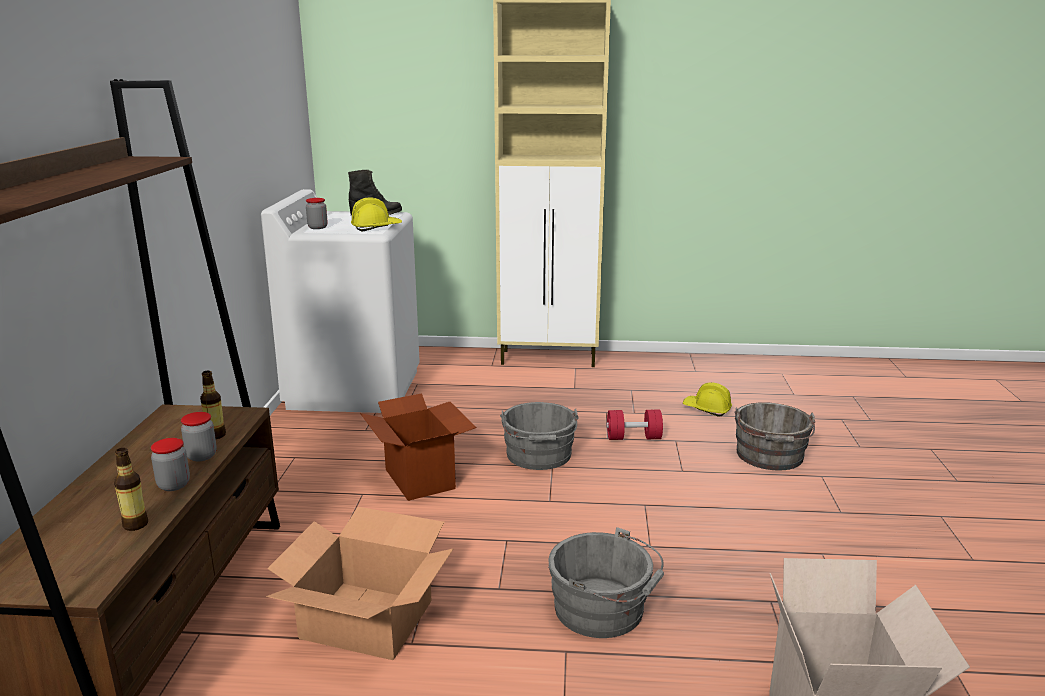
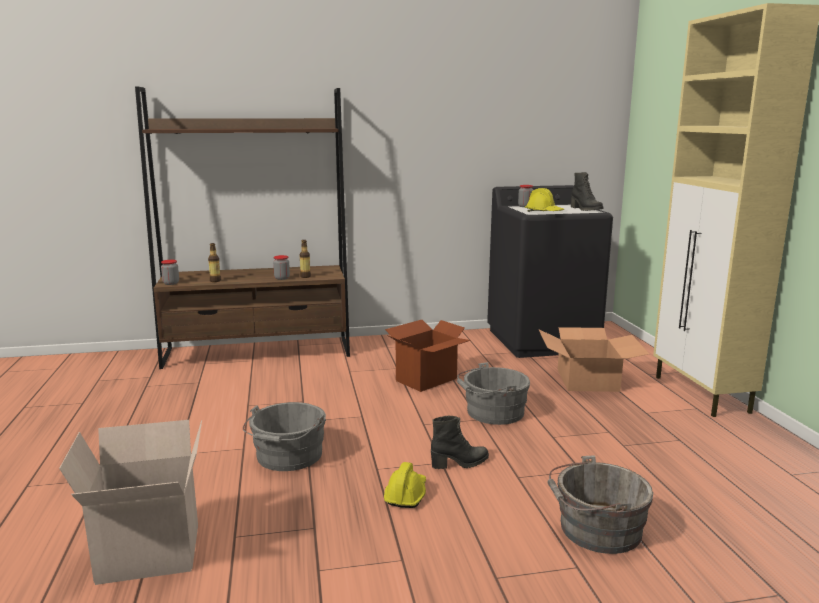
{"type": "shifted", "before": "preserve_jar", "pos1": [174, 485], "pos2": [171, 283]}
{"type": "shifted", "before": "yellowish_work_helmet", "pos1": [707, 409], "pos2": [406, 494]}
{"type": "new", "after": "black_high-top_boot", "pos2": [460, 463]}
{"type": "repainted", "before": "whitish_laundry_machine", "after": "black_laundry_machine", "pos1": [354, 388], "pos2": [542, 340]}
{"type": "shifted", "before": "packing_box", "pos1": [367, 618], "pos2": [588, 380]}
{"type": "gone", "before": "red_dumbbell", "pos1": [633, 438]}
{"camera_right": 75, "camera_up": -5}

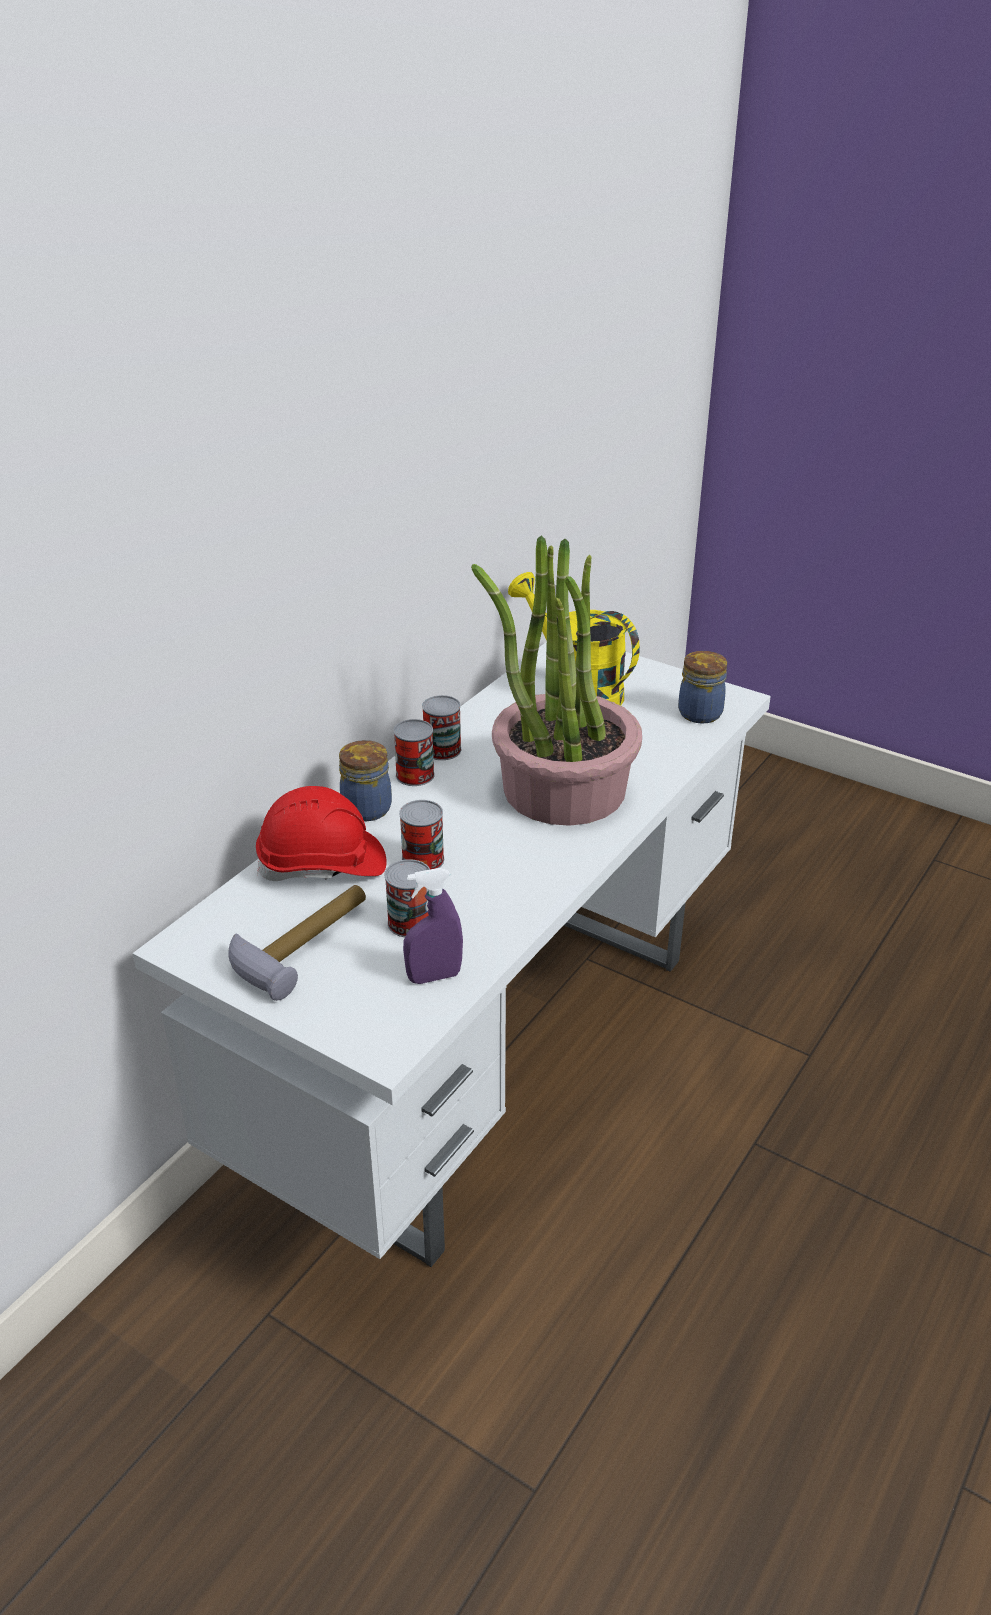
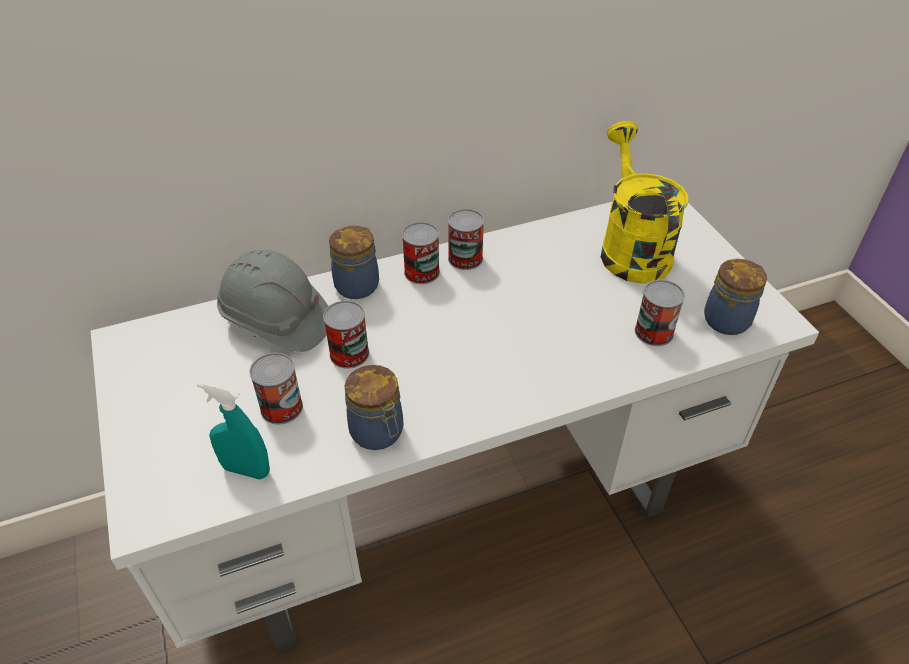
{"type": "repainted", "before": "purple-coloured_hand_sprayer", "after": "turquoise_hand_sprayer", "pos1": [434, 976], "pos2": [246, 470]}
{"type": "repainted", "before": "red_work_helmet", "after": "greyish_work_helmet", "pos1": [323, 865], "pos2": [276, 321]}
{"type": "new", "after": "preserve_jar", "pos2": [378, 433]}
{"type": "new", "after": "metal_can", "pos2": [654, 332]}
{"type": "gone", "before": "hand_hammer", "pos1": [301, 944]}
{"type": "gone", "before": "houseplant", "pos1": [562, 790]}
{"camera_right": 35, "camera_up": 10}

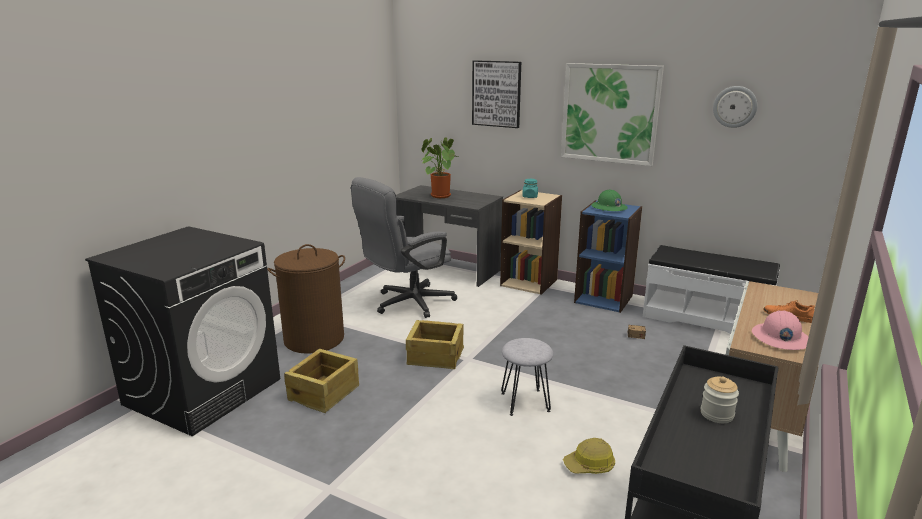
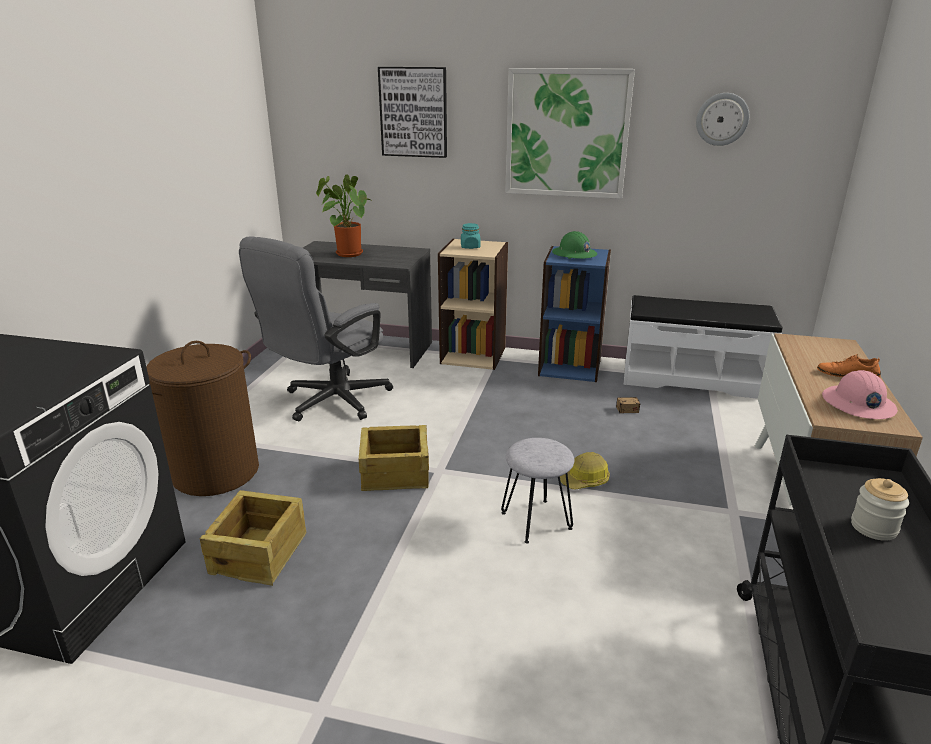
{"type": "shifted", "before": "work_helmet", "pos1": [590, 465], "pos2": [585, 480]}
{"camera_right": -15, "camera_up": 5}

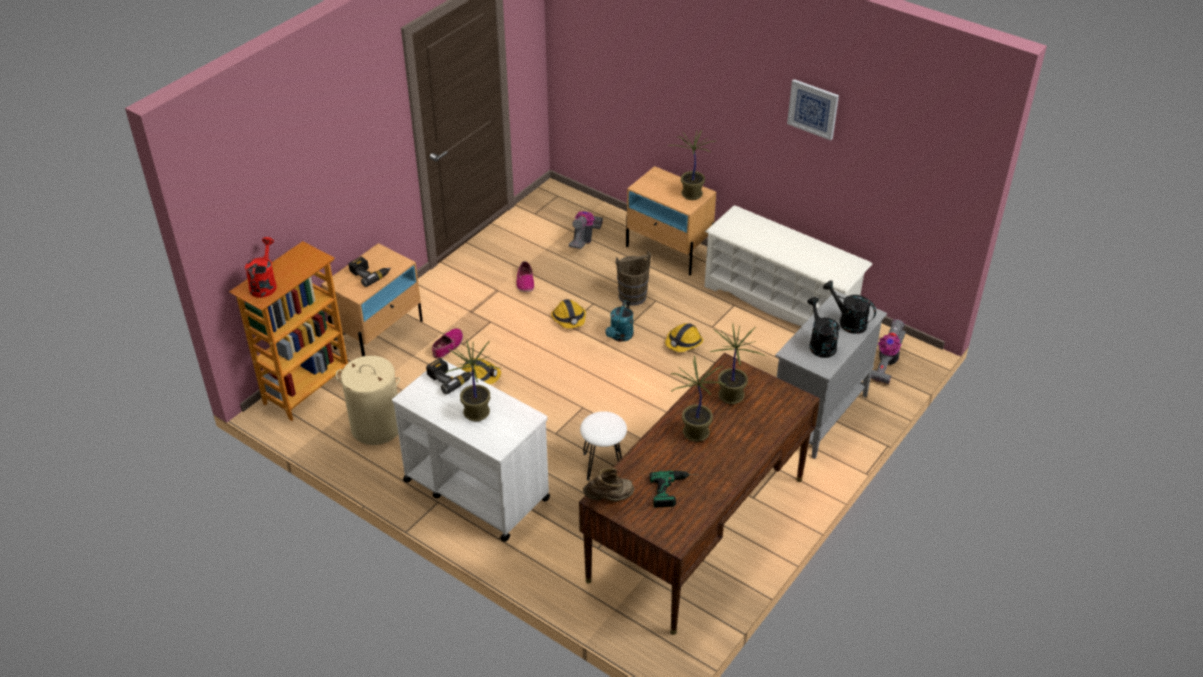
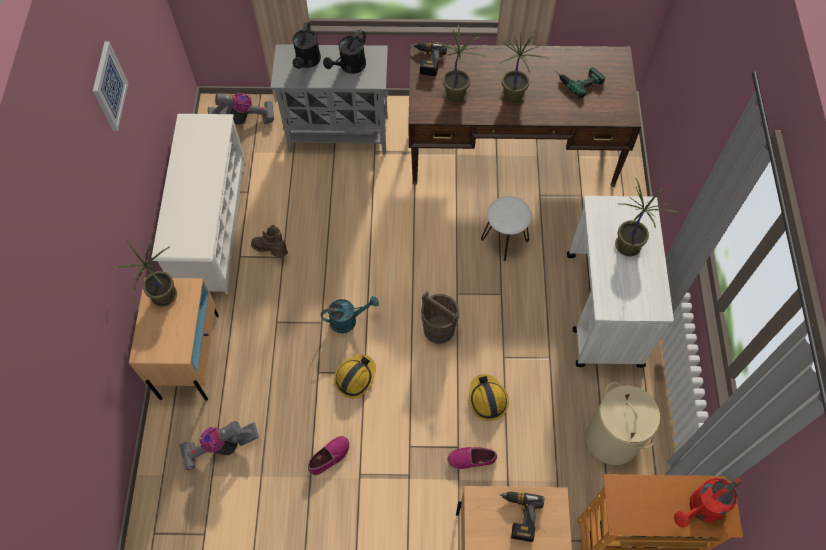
{"type": "shifted", "before": "brownish_high-top_boot", "pos1": [609, 498], "pos2": [271, 250]}
{"type": "shifted", "before": "power_drill", "pos1": [450, 378], "pos2": [426, 61]}
{"type": "shifted", "before": "brownish_pail", "pos1": [632, 296], "pos2": [439, 329]}
{"type": "gone", "before": "work_helmet", "pos1": [683, 343]}
{"camera_right": -125, "camera_up": 20}

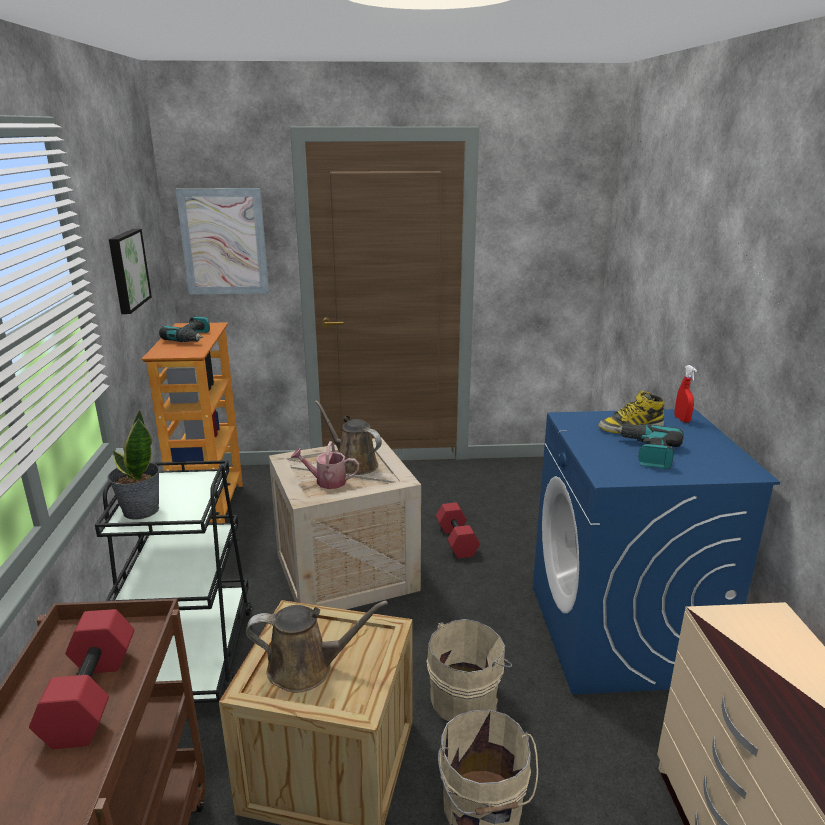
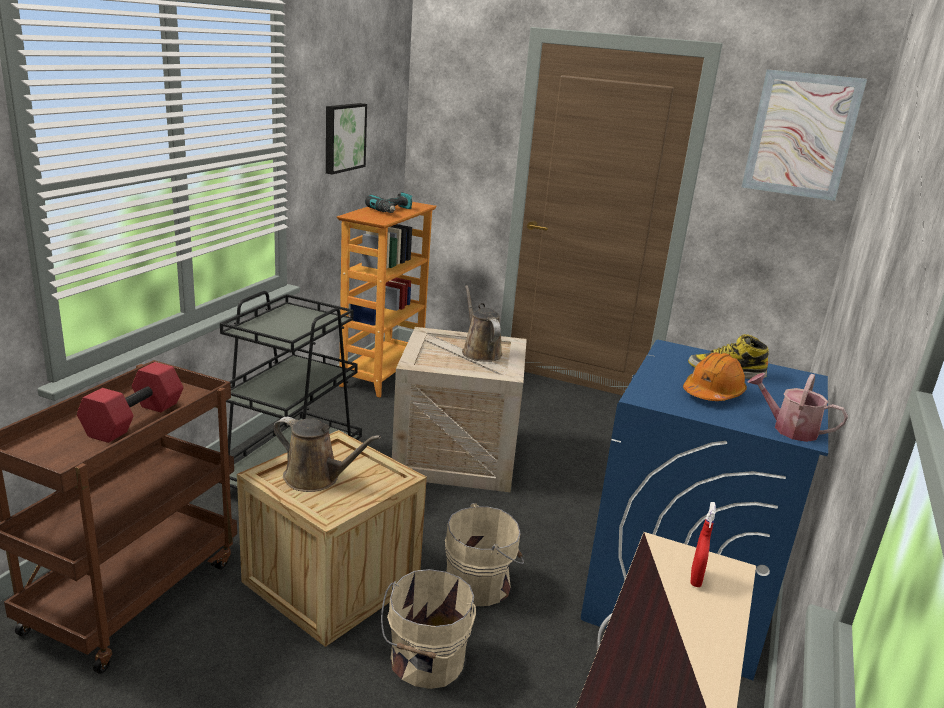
{"type": "swapped", "before": "power_drill", "after": "orange-coloured_work_helmet", "pos1": [647, 453], "pos2": [713, 393]}
{"type": "shifted", "before": "red_hand_sprayer", "pos1": [682, 419], "pos2": [695, 578]}
{"type": "shifted", "before": "picture", "pos1": [224, 242], "pos2": [801, 135]}
{"type": "shifted", "before": "watering_pot", "pos1": [326, 481], "pos2": [789, 429]}
{"type": "gone", "before": "houseplant", "pos1": [140, 510]}
{"type": "gone", "before": "red_dumbbell", "pos1": [455, 540]}
{"camera_right": 25, "camera_up": 0}

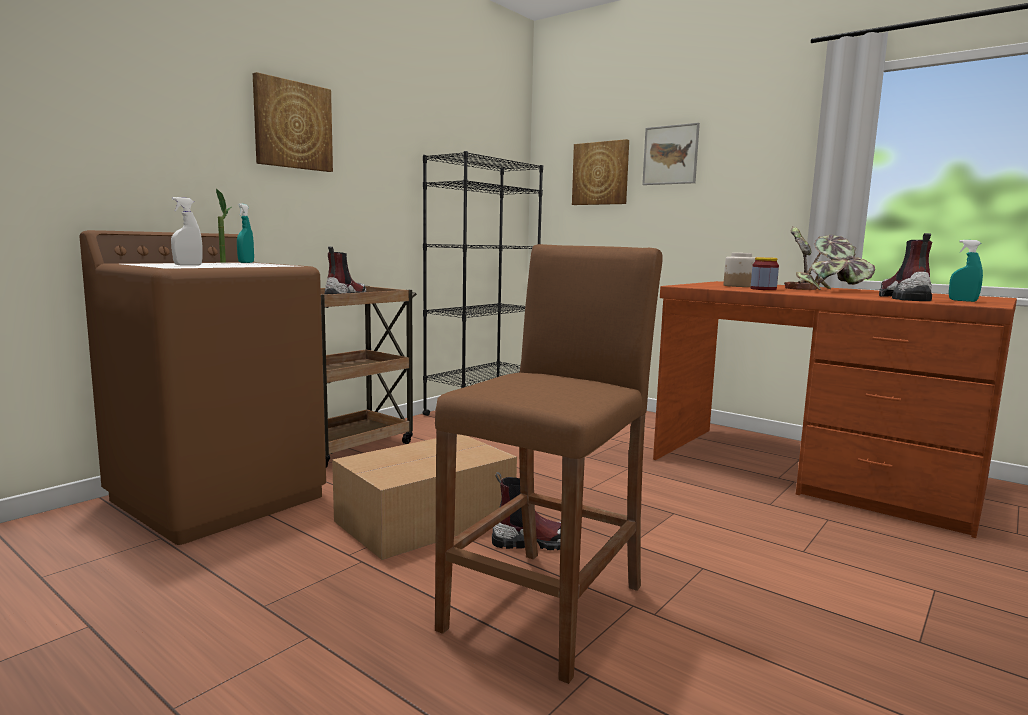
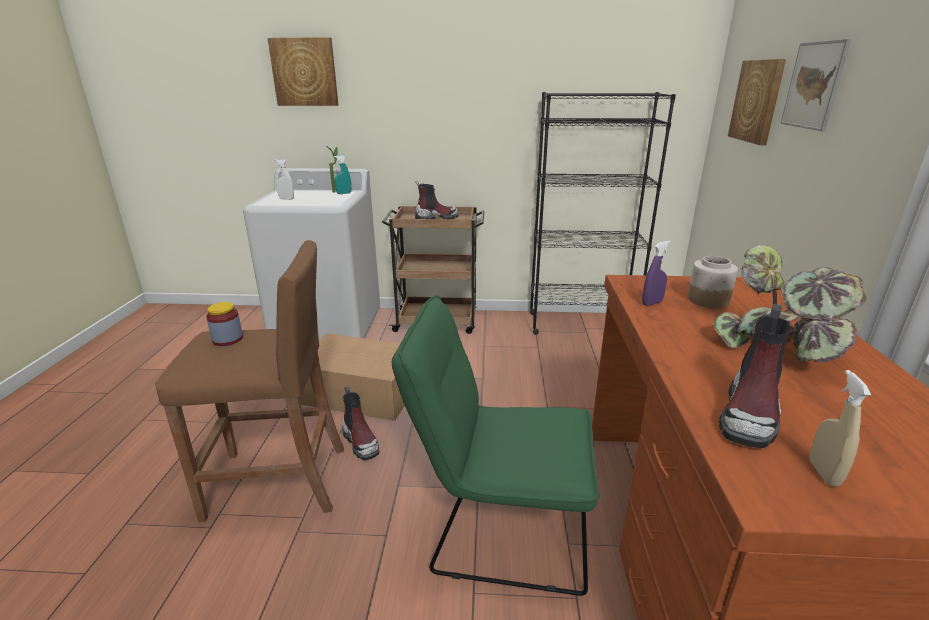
{"type": "shifted", "before": "preserve_jar", "pos1": [763, 289], "pos2": [227, 339]}
{"type": "repainted", "before": "brownish_laundry_machine", "after": "whitish_laundry_machine", "pos1": [219, 497], "pos2": [329, 328]}
{"type": "shifted", "before": "picture", "pos1": [292, 125], "pos2": [304, 72]}
{"type": "new", "after": "green_plain_chair", "pos2": [498, 528]}
{"type": "new", "after": "purple-coloured_hand_sprayer", "pos2": [652, 303]}
{"type": "rotated", "before": "high-top_boot", "pos1": [902, 298], "pos2": [749, 416], "turn": 150}
{"type": "repainted", "before": "turquoise_hand_sprayer", "after": "sand-coloured_hand_sprayer", "pos1": [962, 301], "pos2": [823, 473]}
{"camera_right": 55, "camera_up": 15}

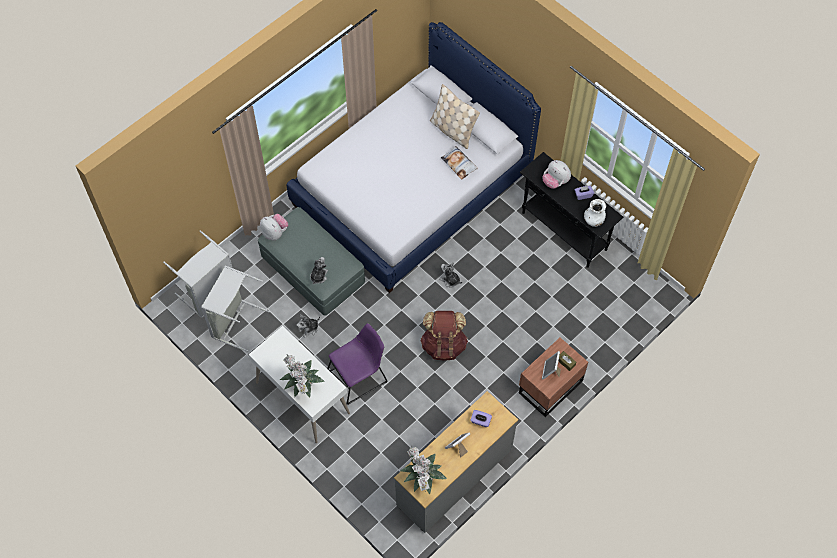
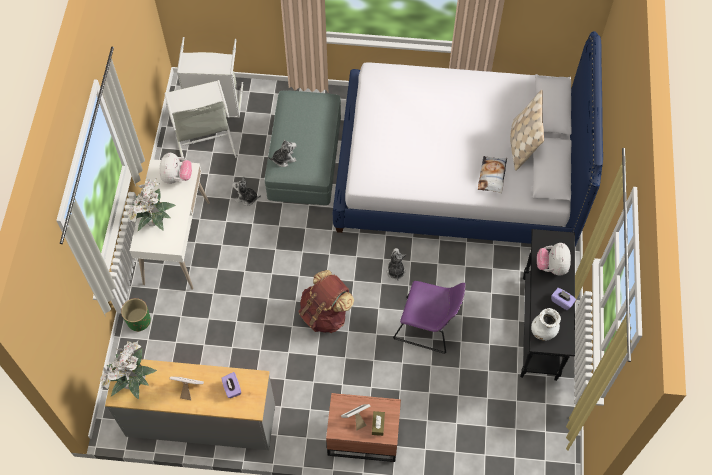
{"type": "new", "after": "green_plant_pot", "pos2": [138, 321]}
{"type": "shifted", "before": "cuddly_toy", "pos1": [275, 232], "pos2": [177, 177]}
{"type": "shifted", "before": "purple-coloured_plain_chair", "pos1": [359, 376], "pos2": [428, 326]}
{"camera_right": 50, "camera_up": 0}

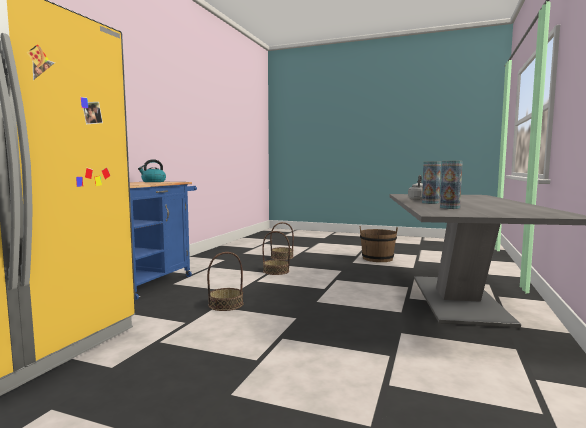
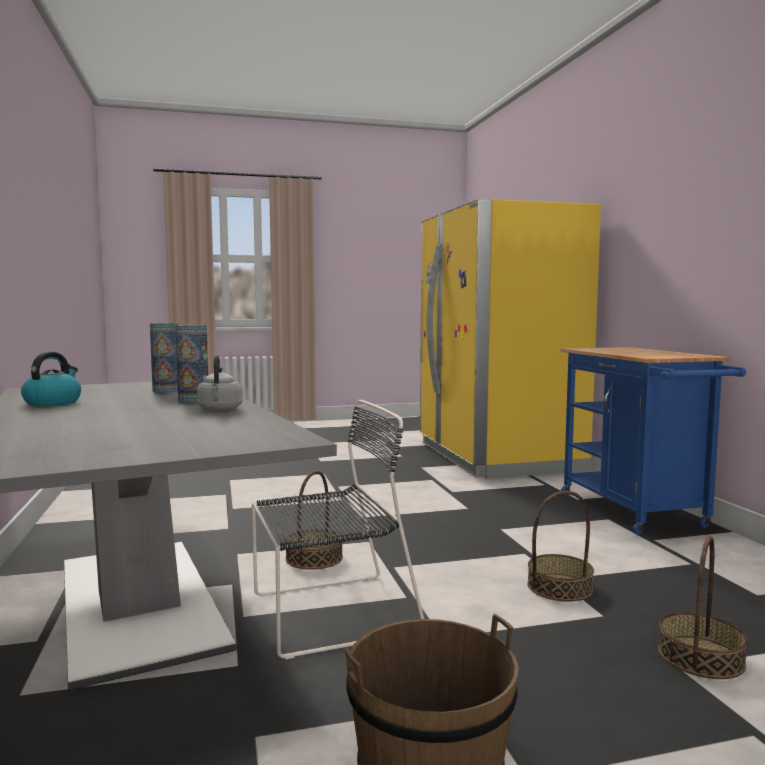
{"type": "shifted", "before": "tea_kettle", "pos1": [153, 182], "pos2": [53, 402]}
{"type": "new", "after": "black_plain_chair", "pos2": [328, 614]}
{"type": "shifted", "before": "storage_basket", "pos1": [226, 304], "pos2": [314, 558]}
{"camera_right": 145, "camera_up": 0}

